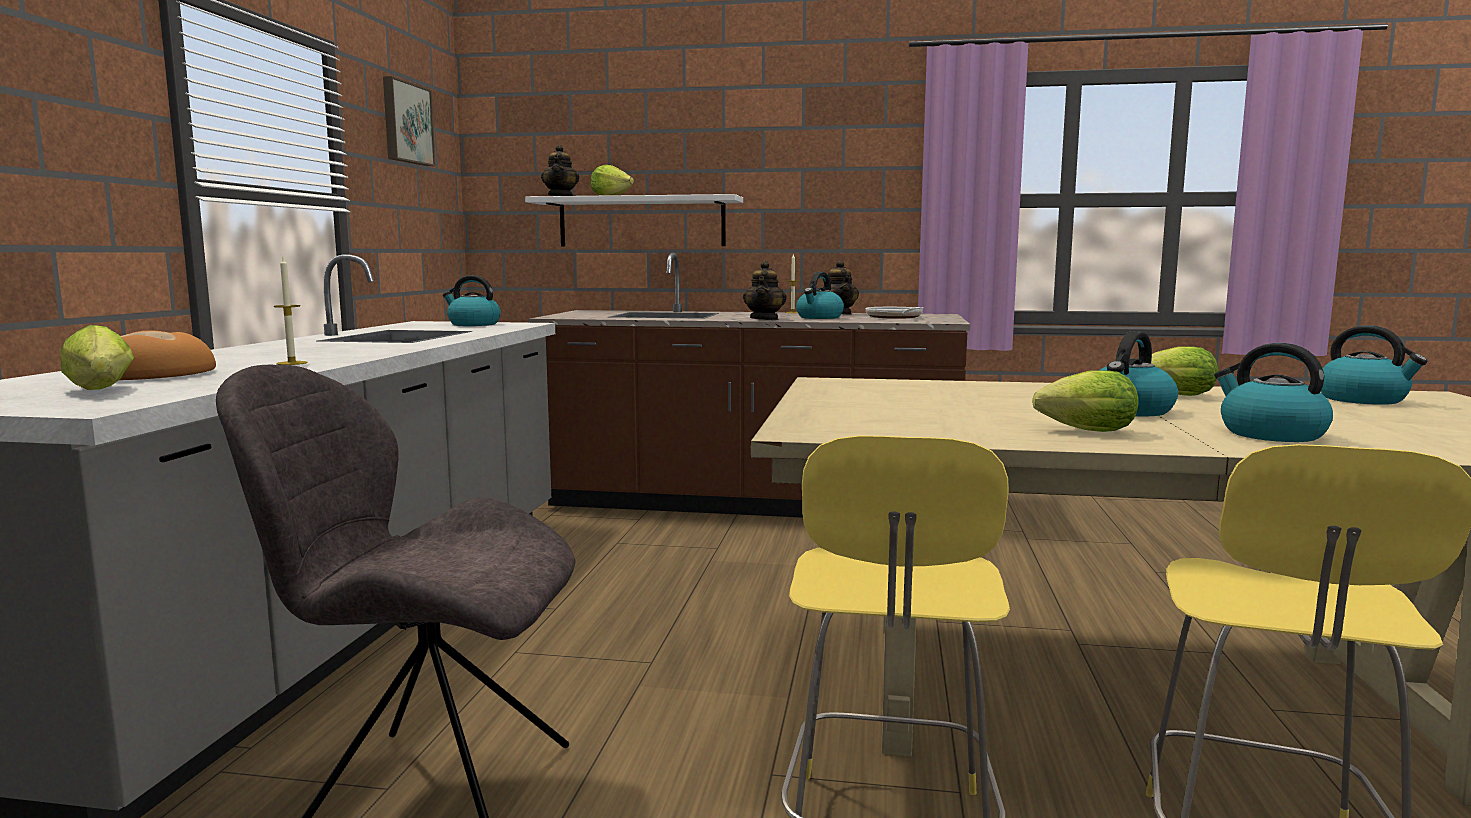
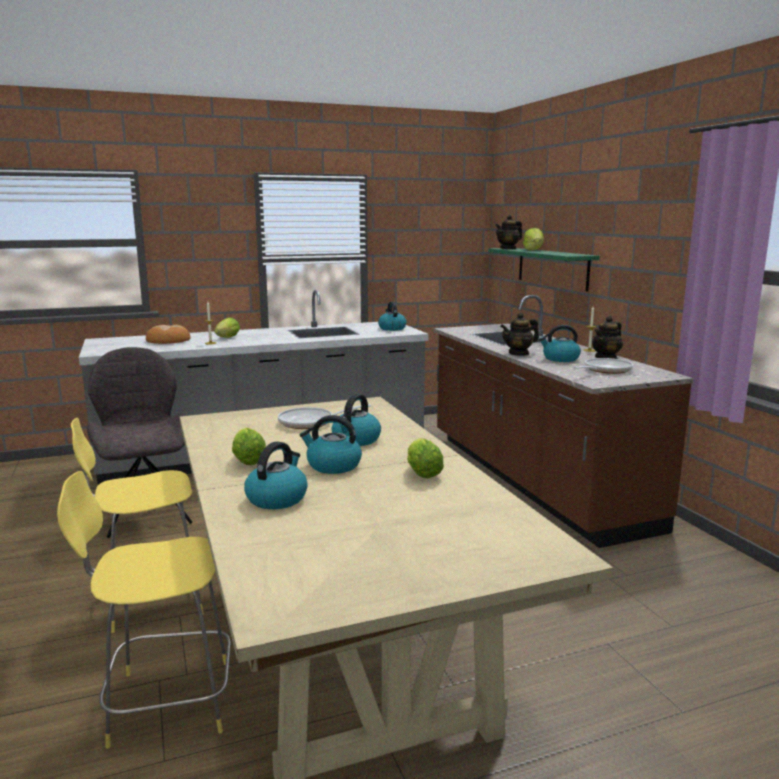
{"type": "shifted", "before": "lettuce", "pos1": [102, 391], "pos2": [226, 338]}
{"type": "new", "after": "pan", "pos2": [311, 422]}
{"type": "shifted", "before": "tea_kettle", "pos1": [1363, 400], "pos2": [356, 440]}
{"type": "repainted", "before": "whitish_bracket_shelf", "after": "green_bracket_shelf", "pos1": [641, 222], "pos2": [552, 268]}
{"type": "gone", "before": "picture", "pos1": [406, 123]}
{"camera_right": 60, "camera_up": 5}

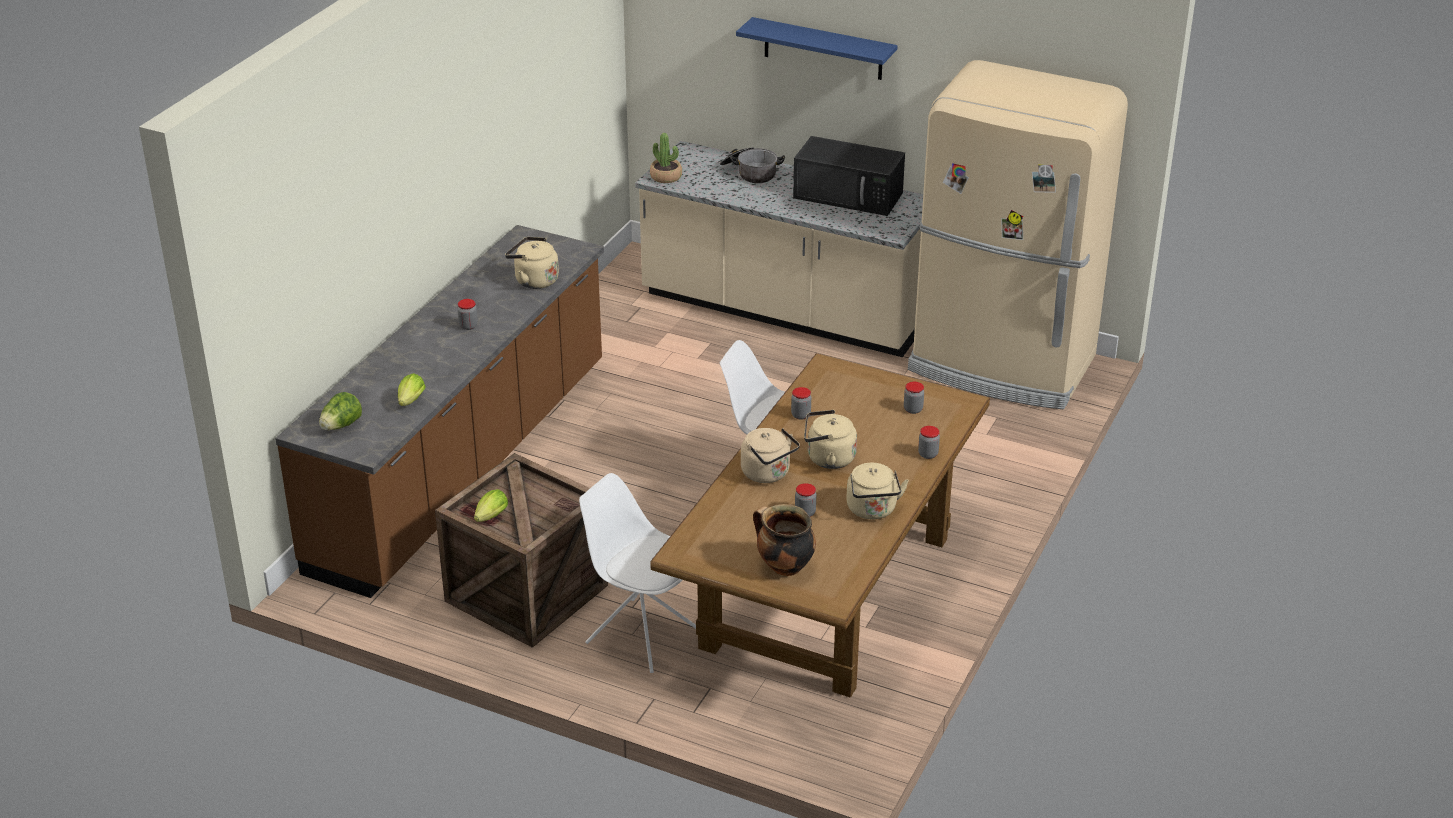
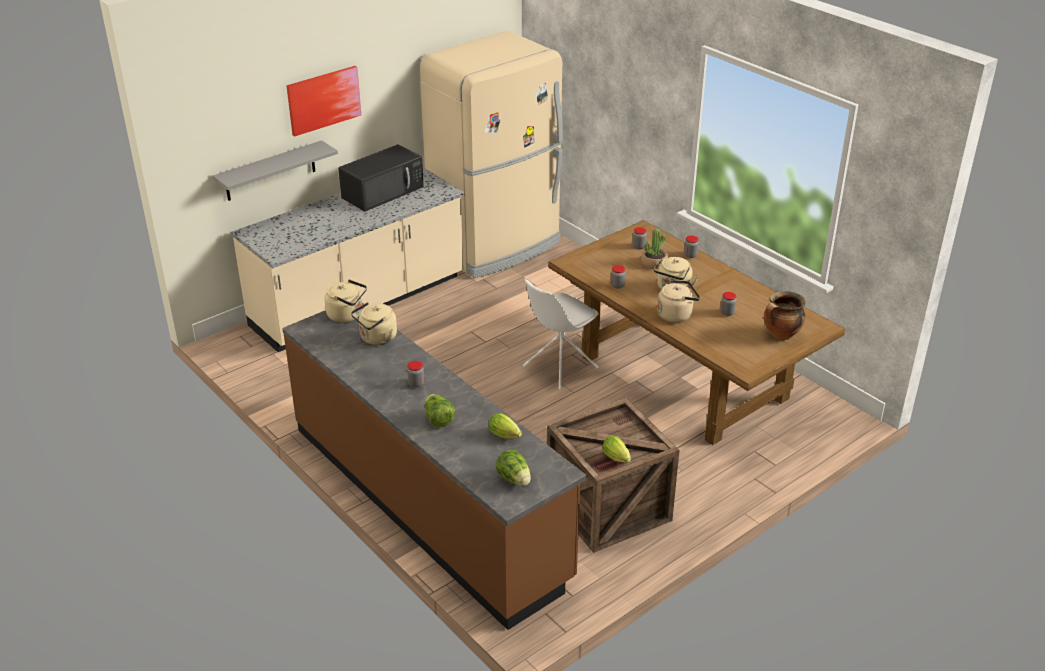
{"type": "new", "after": "greyish_bracket_shelf", "pos2": [270, 171]}
{"type": "swapped", "before": "bluish_bracket_shelf", "after": "picture", "pos1": [823, 49], "pos2": [323, 100]}
{"type": "shifted", "before": "sand-coloured_tea_kettle", "pos1": [872, 510], "pos2": [347, 315]}
{"type": "new", "after": "lettuce", "pos2": [438, 419]}
{"type": "shifted", "before": "houseplant", "pos1": [666, 177], "pos2": [654, 263]}
{"type": "gone", "before": "whitish_plain_chair", "pos1": [640, 634]}
{"type": "gone", "before": "cooking_pot", "pos1": [750, 173]}
{"camera_right": -65, "camera_up": 0}

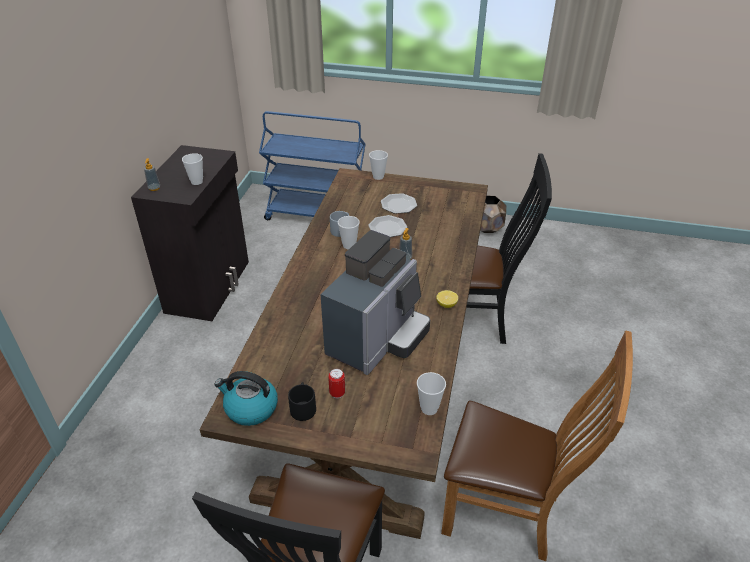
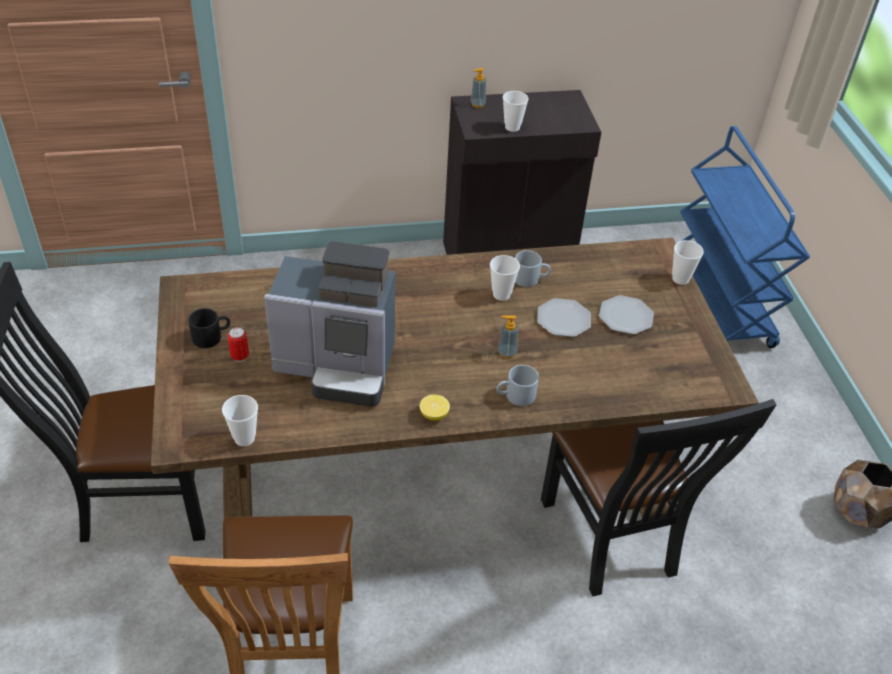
{"type": "new", "after": "greyish_mug", "pos2": [515, 396]}
{"type": "gone", "before": "tea_kettle", "pos1": [250, 408]}
{"camera_right": 65, "camera_up": 5}

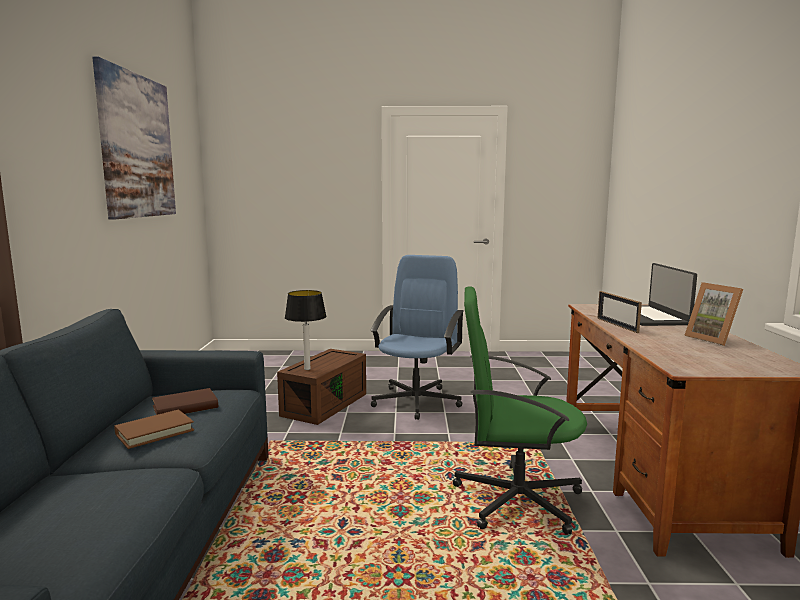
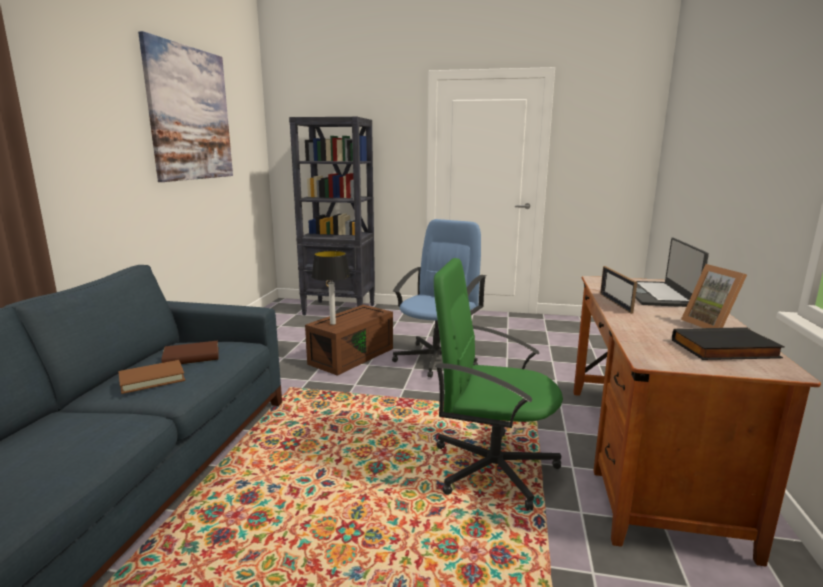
{"type": "new", "after": "black_shelving_unit", "pos2": [340, 310]}
{"type": "new", "after": "black_volume", "pos2": [725, 350]}
{"camera_right": 10, "camera_up": 5}

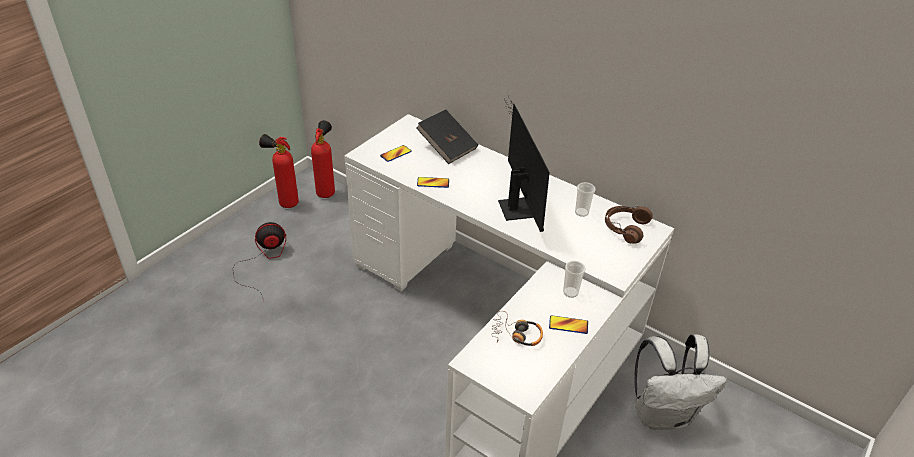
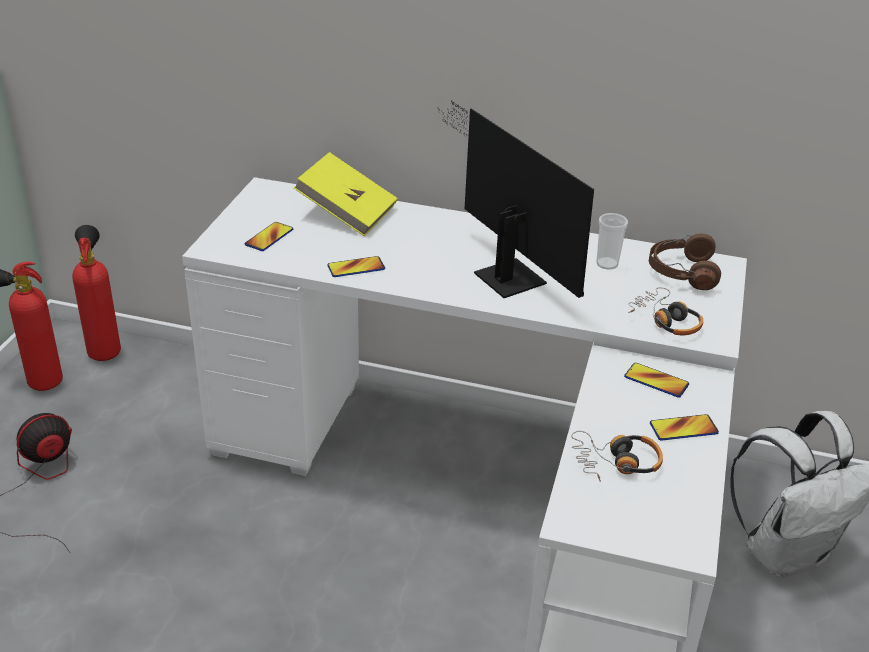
{"type": "repainted", "before": "black_volume", "after": "yellowish_volume", "pos1": [447, 147], "pos2": [347, 213]}
{"type": "swapped", "before": "drinking_cup", "after": "phone", "pos1": [570, 292], "pos2": [656, 381]}
{"type": "new", "after": "pair_of_headphones", "pos2": [665, 320]}
{"camera_right": -20, "camera_up": -5}

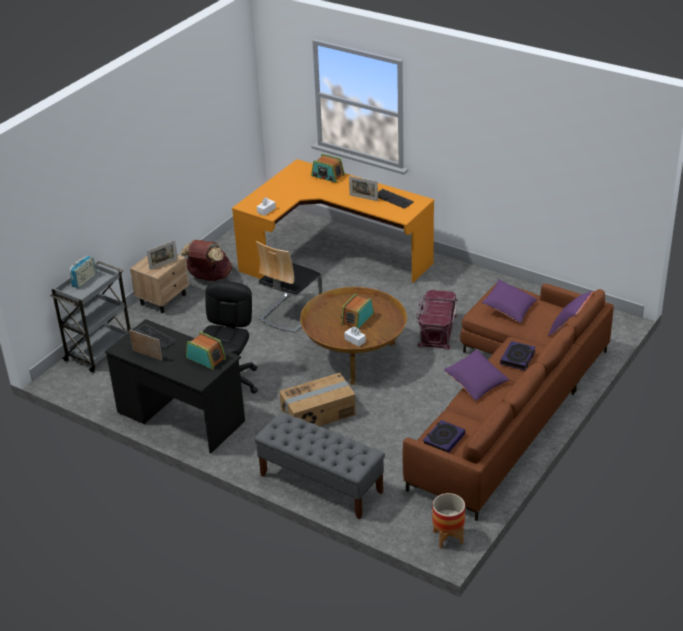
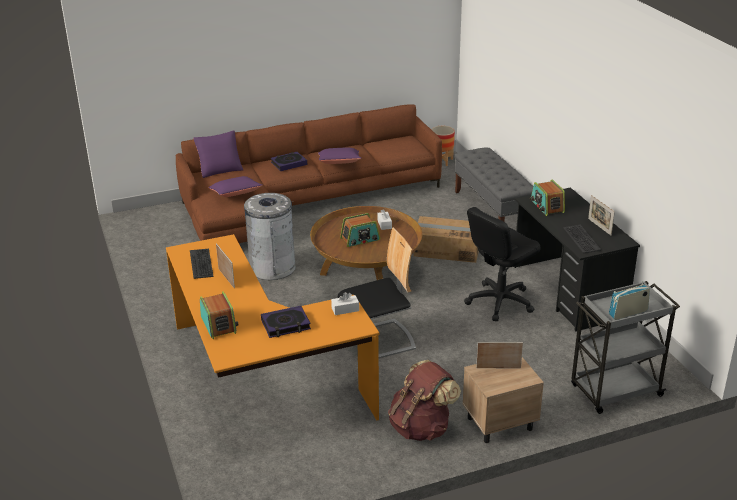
{"type": "swapped", "before": "red_storage_bin", "after": "greyish_trash_can", "pos1": [436, 330], "pos2": [272, 268]}
{"type": "shifted", "before": "volume", "pos1": [443, 439], "pos2": [285, 325]}
{"camera_right": -145, "camera_up": -5}

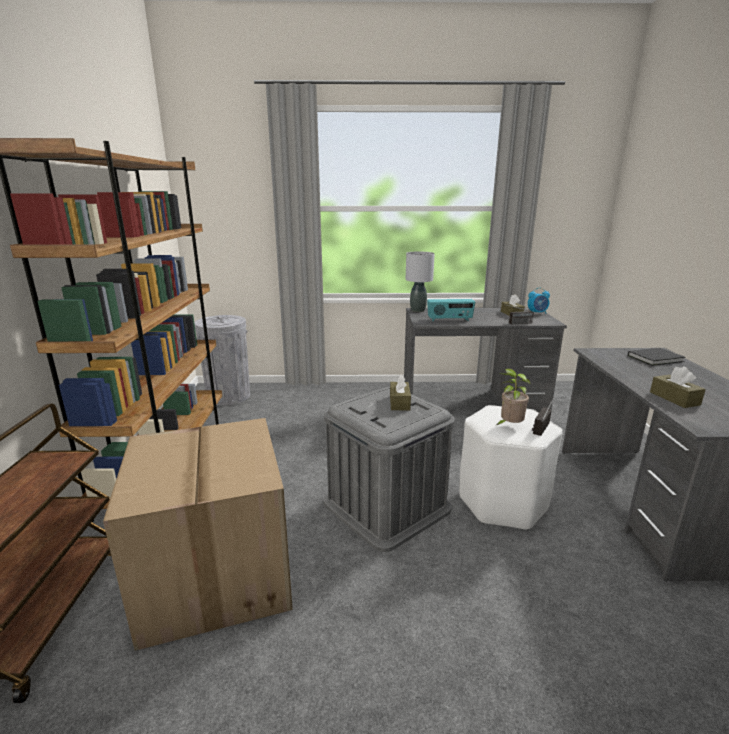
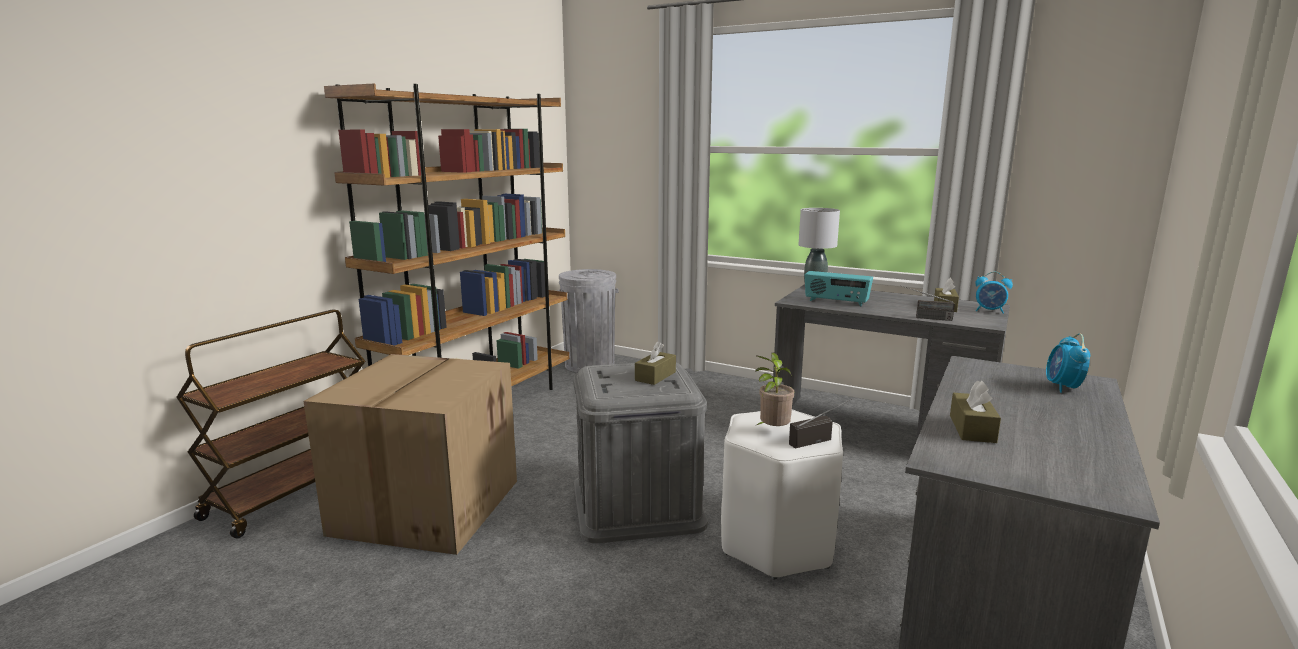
{"type": "swapped", "before": "black_volume", "after": "table_clock", "pos1": [656, 358], "pos2": [1063, 387]}
{"camera_right": 30, "camera_up": -5}

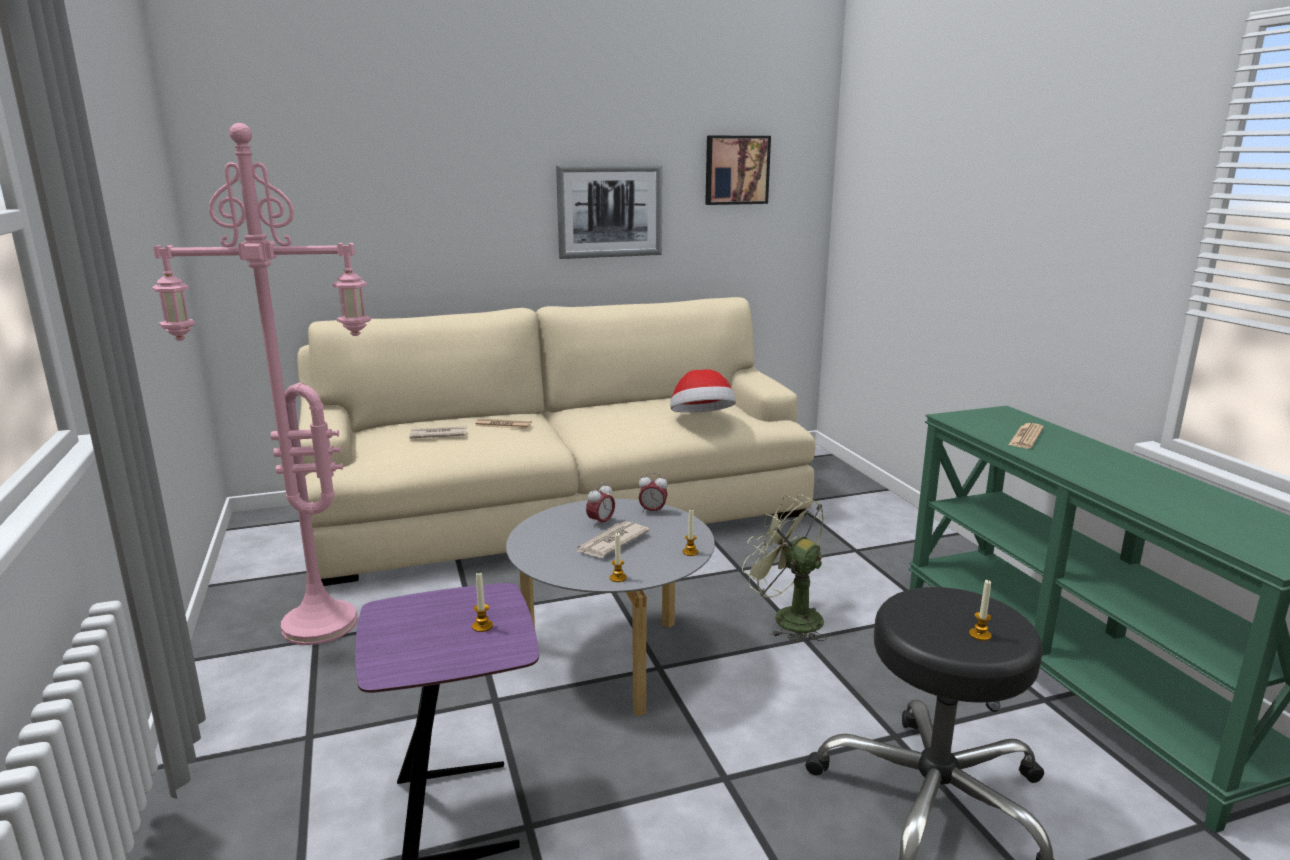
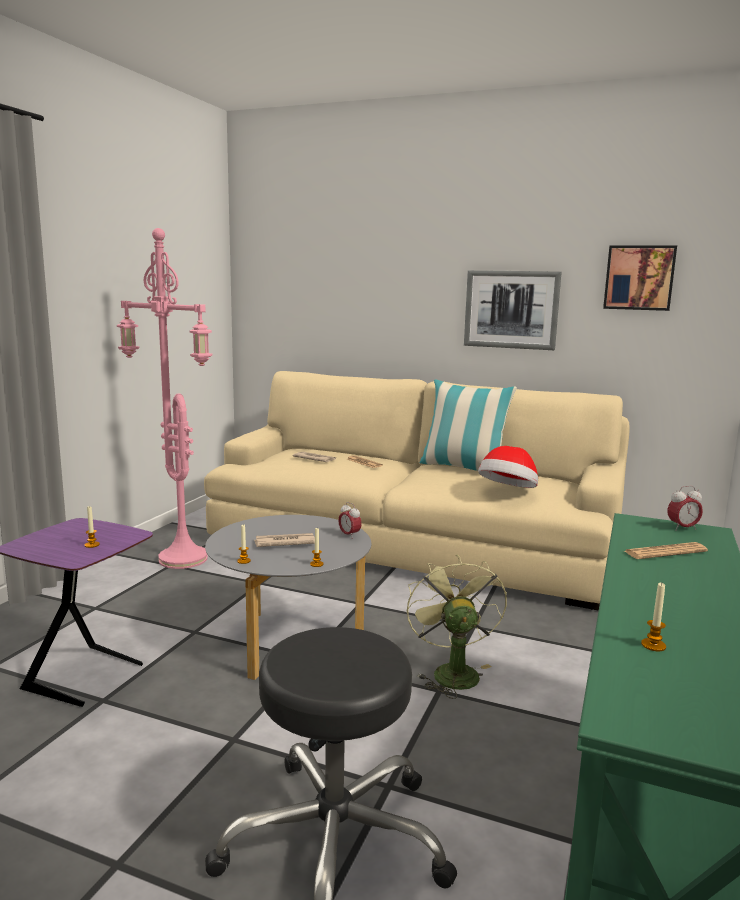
{"type": "new", "after": "cushion", "pos2": [463, 468]}
{"type": "shifted", "before": "wax_light", "pos1": [980, 635], "pos2": [653, 645]}
{"type": "shifted", "before": "table_clock", "pos1": [601, 523], "pos2": [682, 528]}
{"camera_right": 40, "camera_up": -5}

